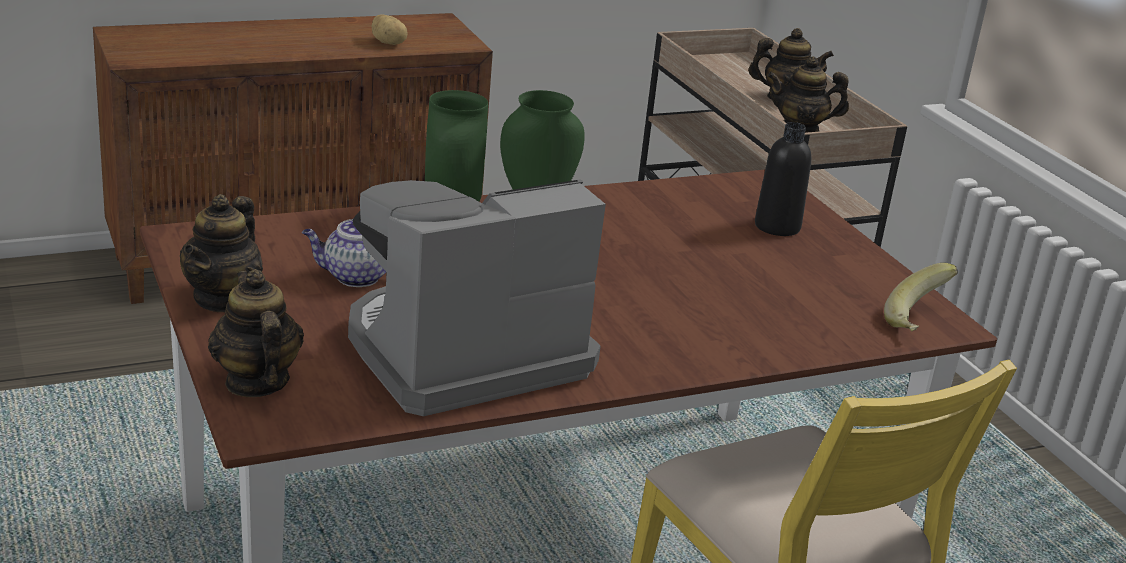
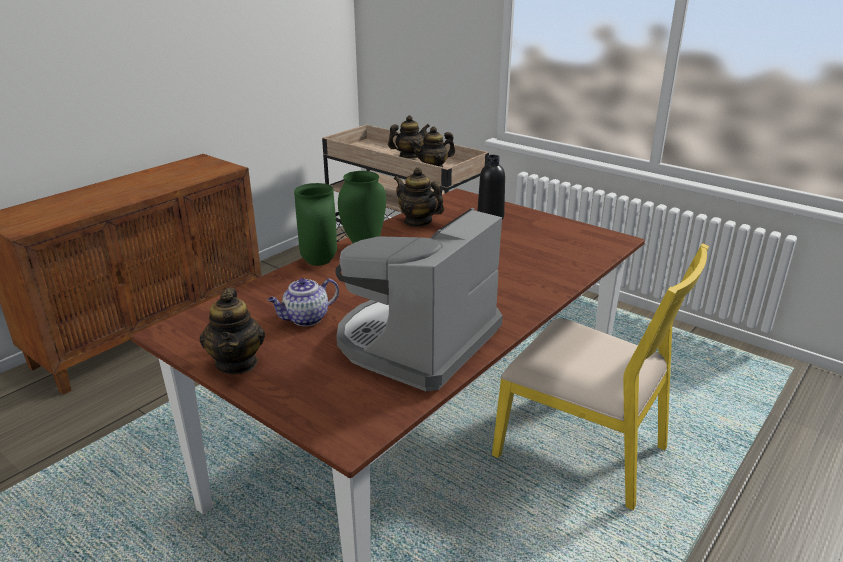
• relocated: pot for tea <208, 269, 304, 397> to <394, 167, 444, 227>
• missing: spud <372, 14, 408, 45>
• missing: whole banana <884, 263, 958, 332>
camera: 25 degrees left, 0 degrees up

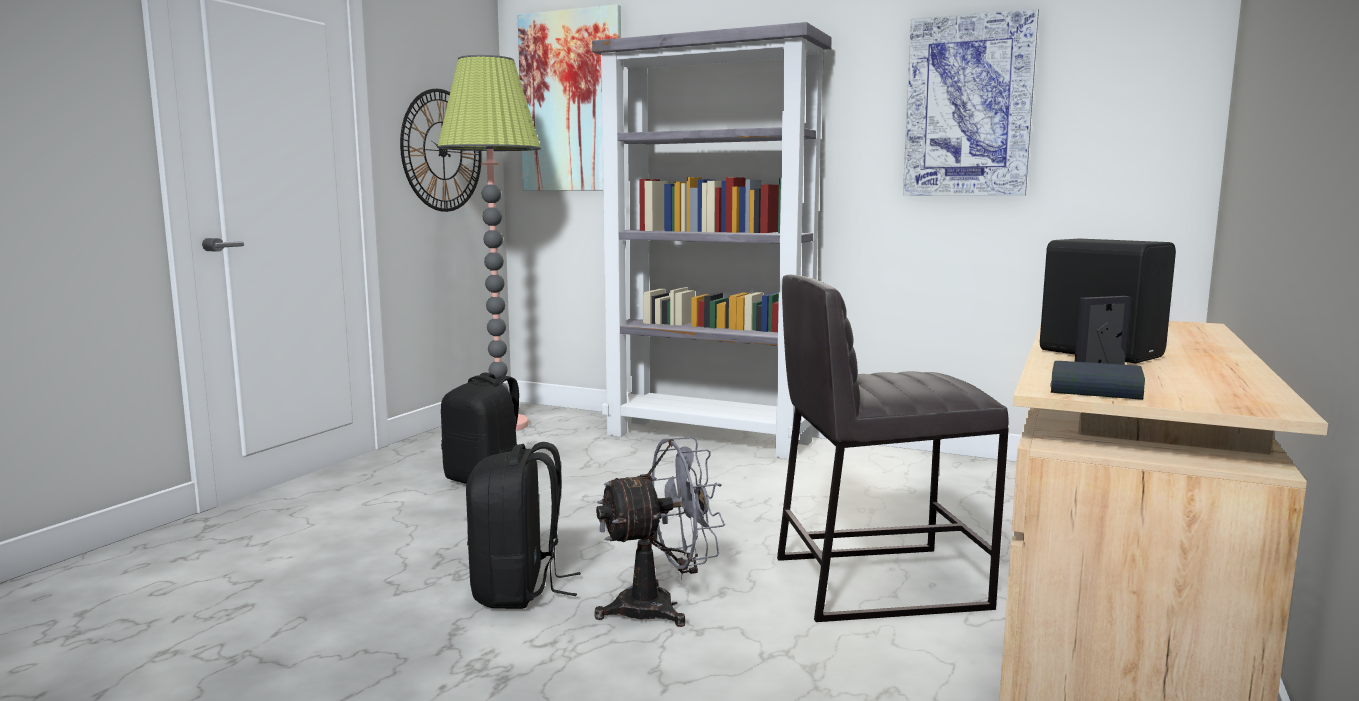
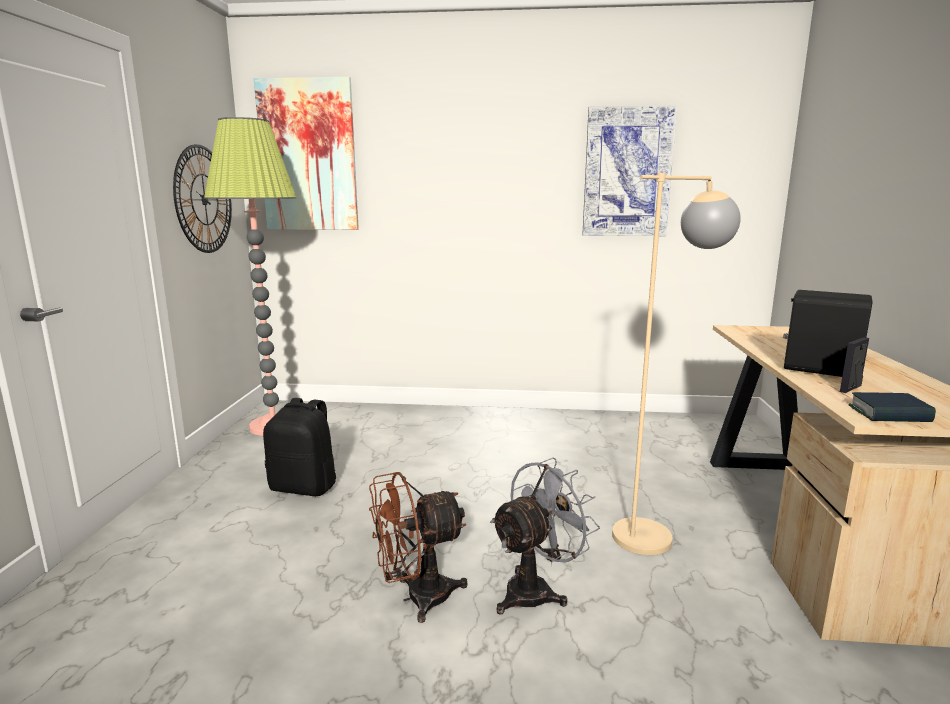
• exchanged: knapsack (blackish) <466, 442, 581, 609> to fan (brownish) <369, 472, 467, 623>
• missing: bookcase (greyish) <592, 22, 832, 459>
• exchanged: sitting stool (greyish) <777, 275, 1009, 622> to floor lamp (sand-coloured) <612, 172, 741, 555>
camera: 20 degrees left, 5 degrees up

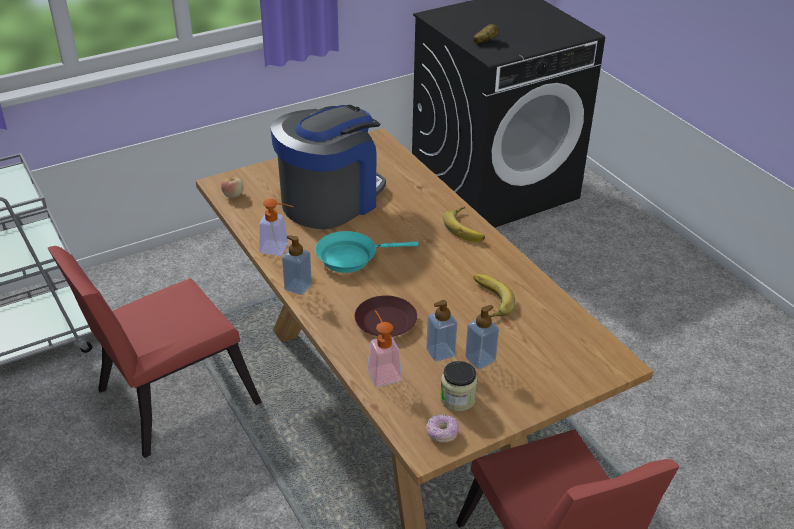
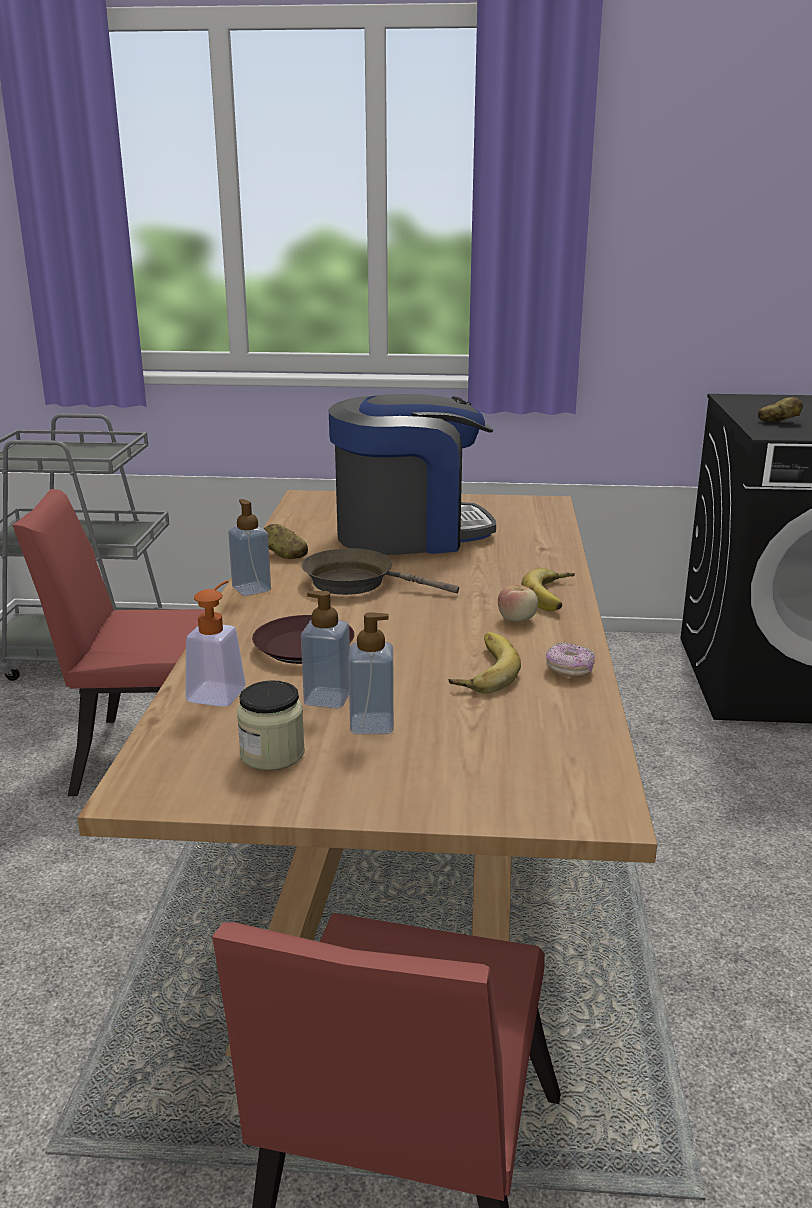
• relocated: whole apple <221, 176, 244, 198> to <498, 585, 538, 622>
• exchanged: soap dispenser <259, 199, 294, 256> to spud <264, 524, 308, 559>
• colour: skillet (blue-green) <315, 231, 419, 273> to skillet (brownish) <301, 548, 459, 595>
• relocated: ring doughnut <426, 415, 459, 443> to <546, 642, 595, 677>
camera: 35 degrees right, 15 degrees down

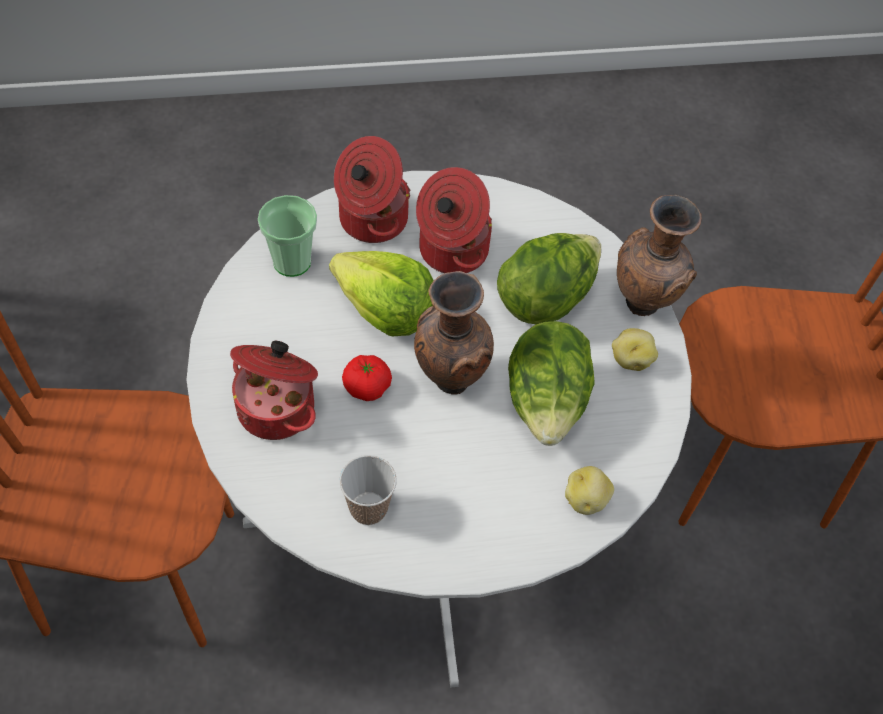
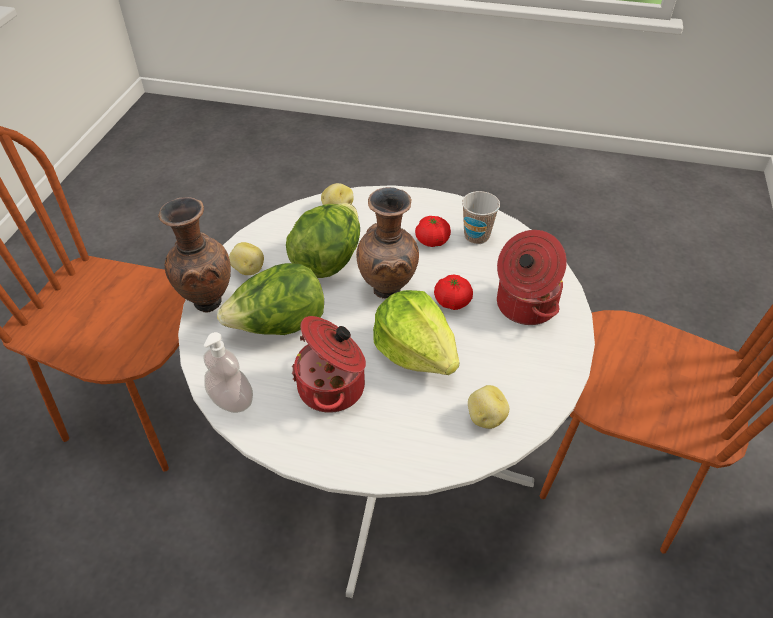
• exchanged: small cup <258, 195, 317, 277> to spud <468, 385, 509, 429>
• missing: saucepot <334, 136, 410, 243>
• appeared: soap dispenser <203, 332, 253, 413>
• appeared: tomato <415, 216, 451, 247>
camera: 155 degrees left, 10 degrees down

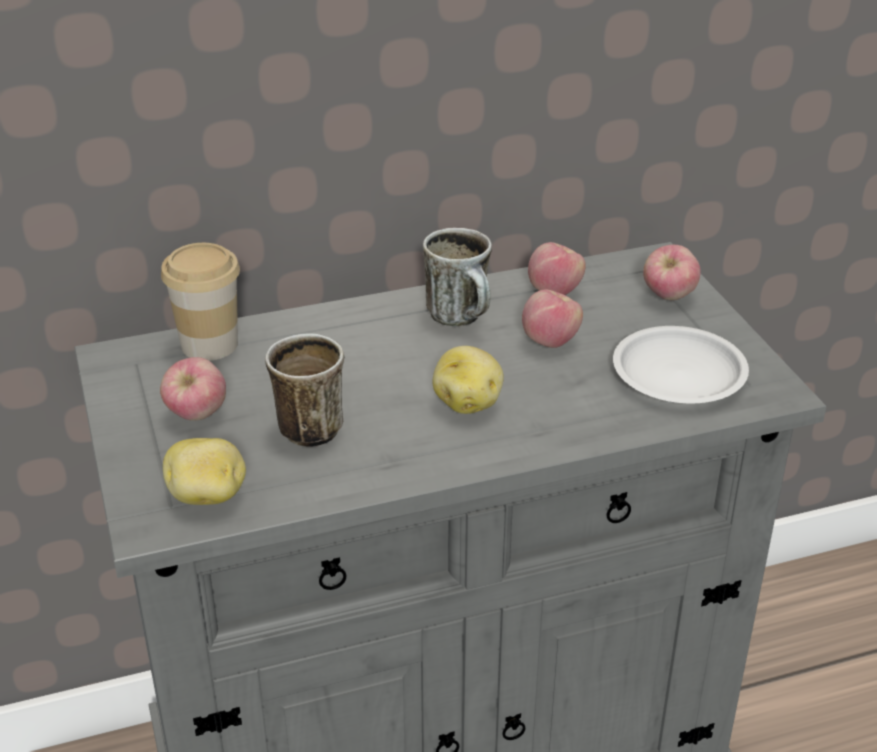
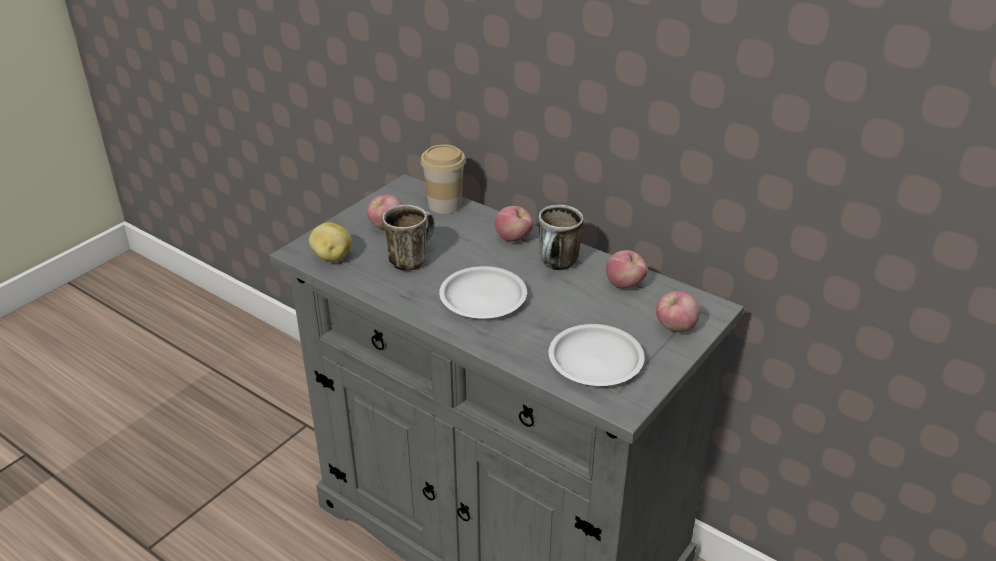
• exchanged: spud <432, 346, 504, 414> to plate (white) <439, 266, 527, 318>
• relocated: whole apple <522, 289, 583, 348> to <495, 206, 533, 242>
camera: 55 degrees right, 0 degrees up

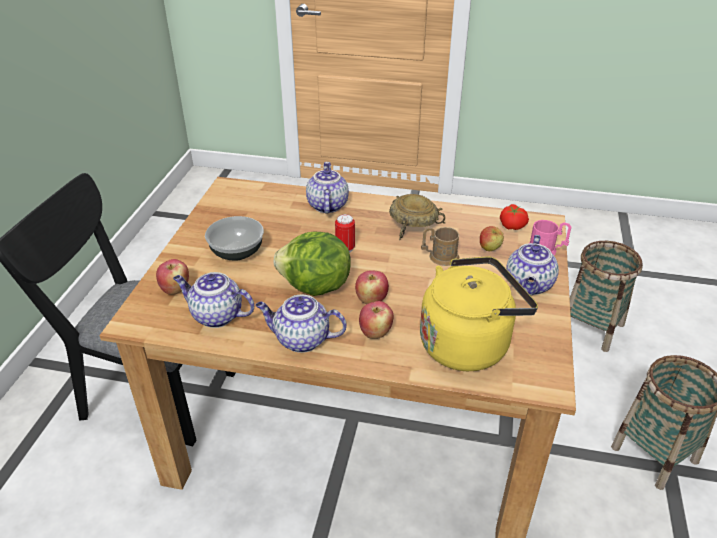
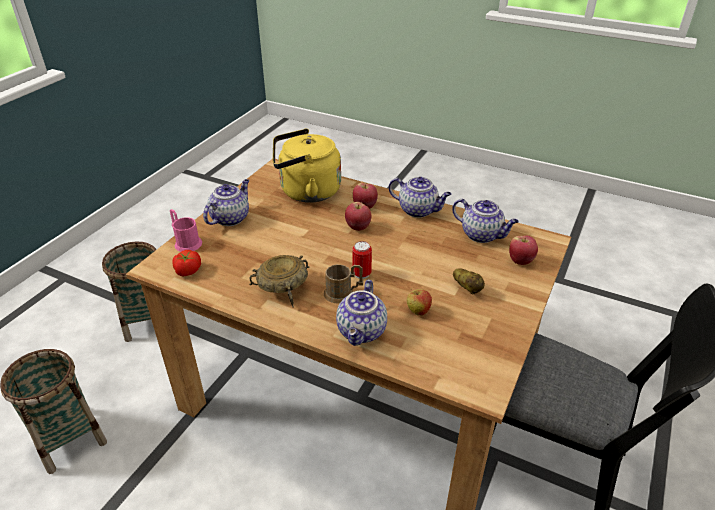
• exchanged: serving bowl <205, 216, 264, 261> to spud <453, 268, 485, 294>
• missing: lettuce head <274, 231, 351, 296>
• relocated: mug (brownish) <421, 227, 459, 266> to <324, 264, 363, 304>
• relocated: whole apple <480, 226, 504, 251> to <407, 288, 432, 316>
camera: 165 degrees left, 0 degrees up

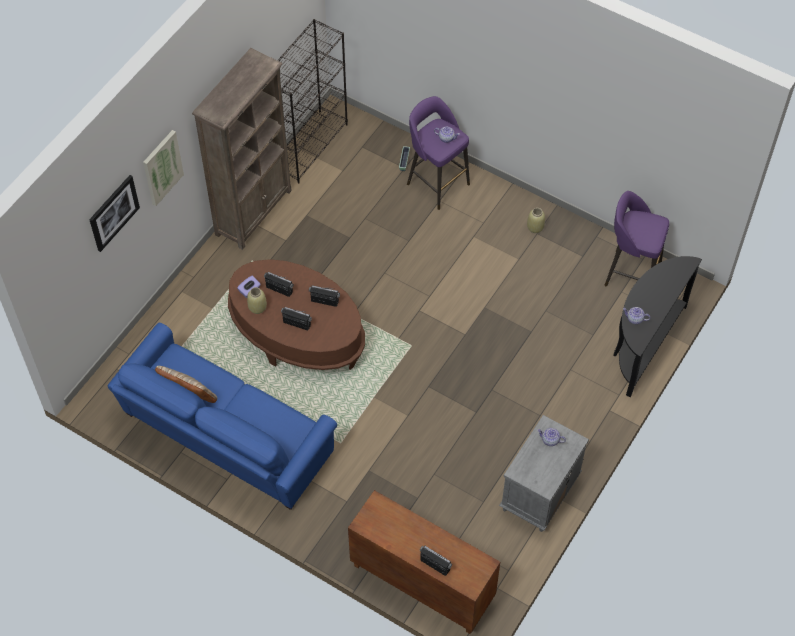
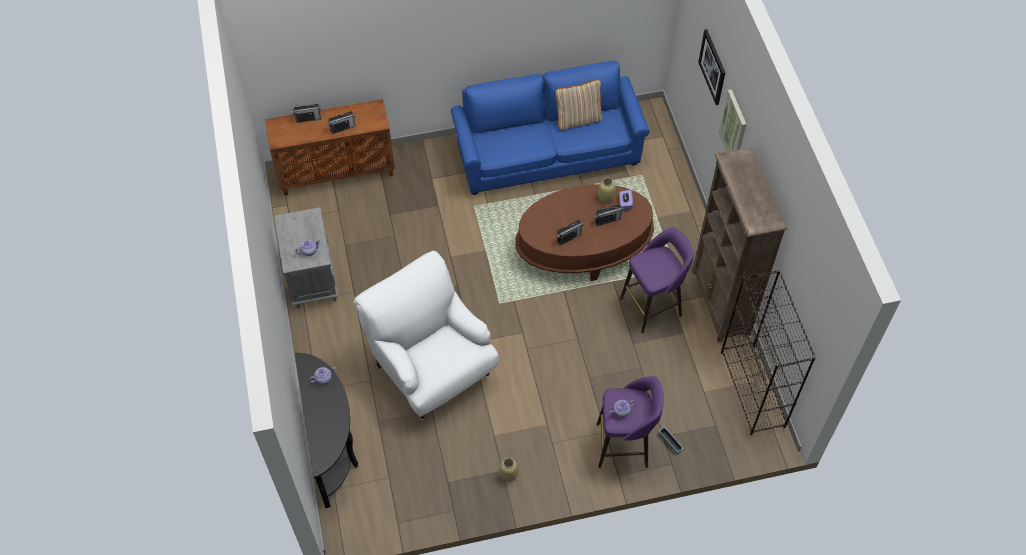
• relocated: radio receiver <281, 307, 312, 331> to <327, 111, 356, 134>
• relocated: sitting stool (purple) <604, 191, 669, 287> to <620, 227, 693, 333>
• appeared: lounge chair (white) <353, 251, 499, 420>
camera: 135 degrees right, 0 degrees up

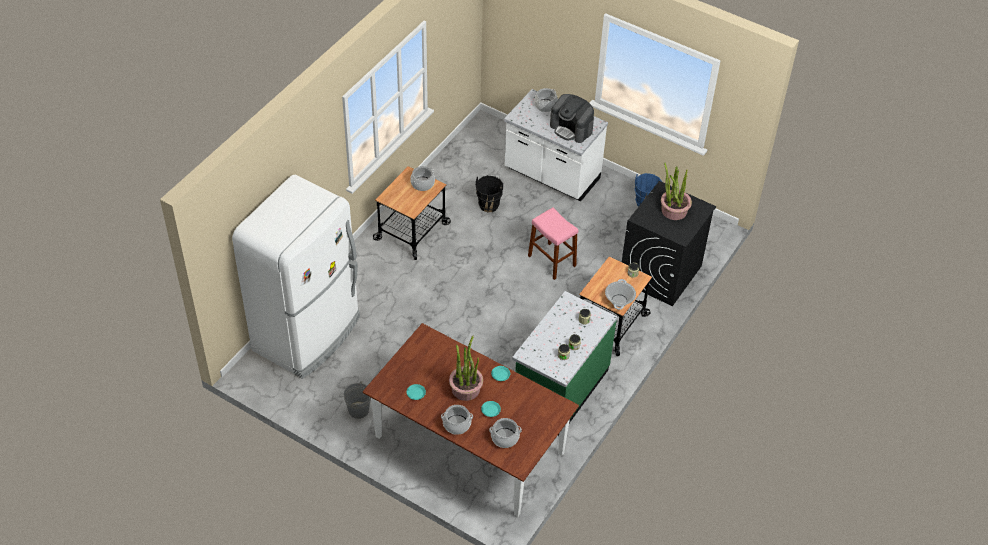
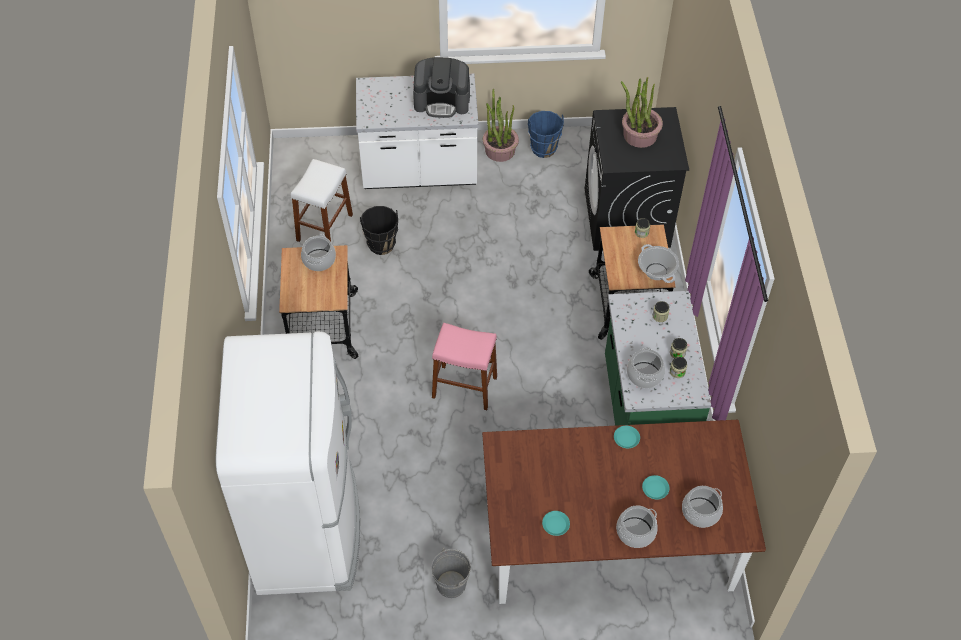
• relocated: houseplant <449, 336, 483, 401> to <483, 89, 519, 162>
• relocated: sitting stool (pink-coloured) <528, 208, 578, 280> to <432, 323, 497, 410>
• relocated: saucepot <534, 88, 558, 112> to <627, 347, 665, 388>
• appeared: sitting stool (white) <291, 159, 353, 242>
camera: 35 degrees left, 5 degrees up

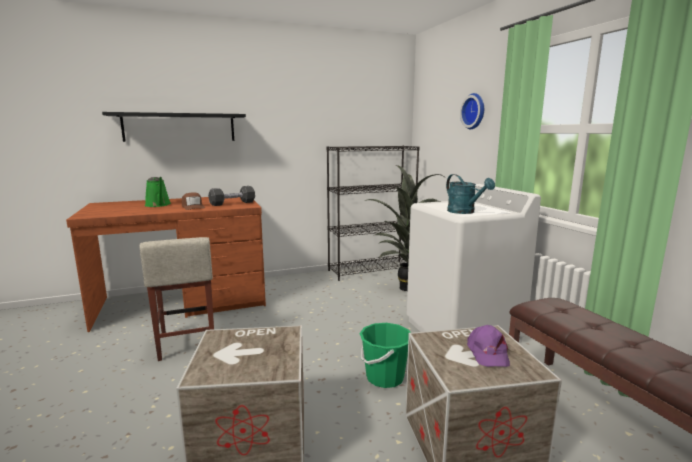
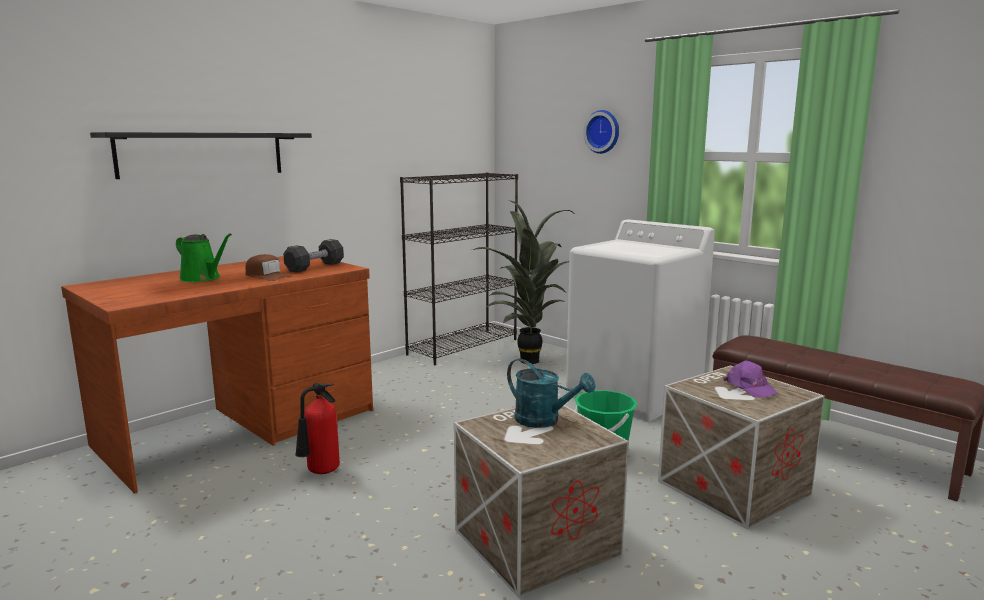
• exchanged: sitting stool (sand-coloured) <140, 237, 214, 361> to extinguisher <295, 383, 340, 474>
• relocated: watering can (blue-green) <446, 174, 495, 214> to <507, 359, 596, 428>
camera: 25 degrees left, 0 degrees up

